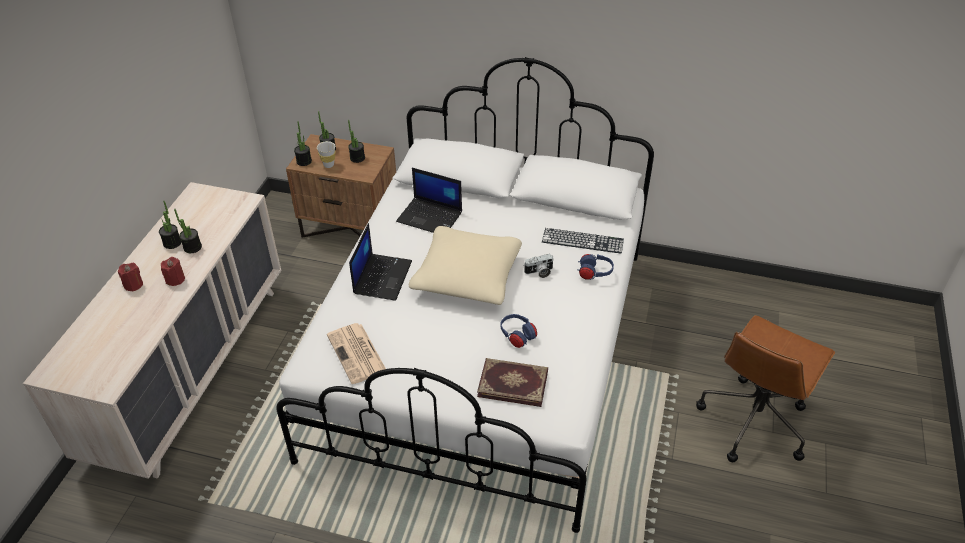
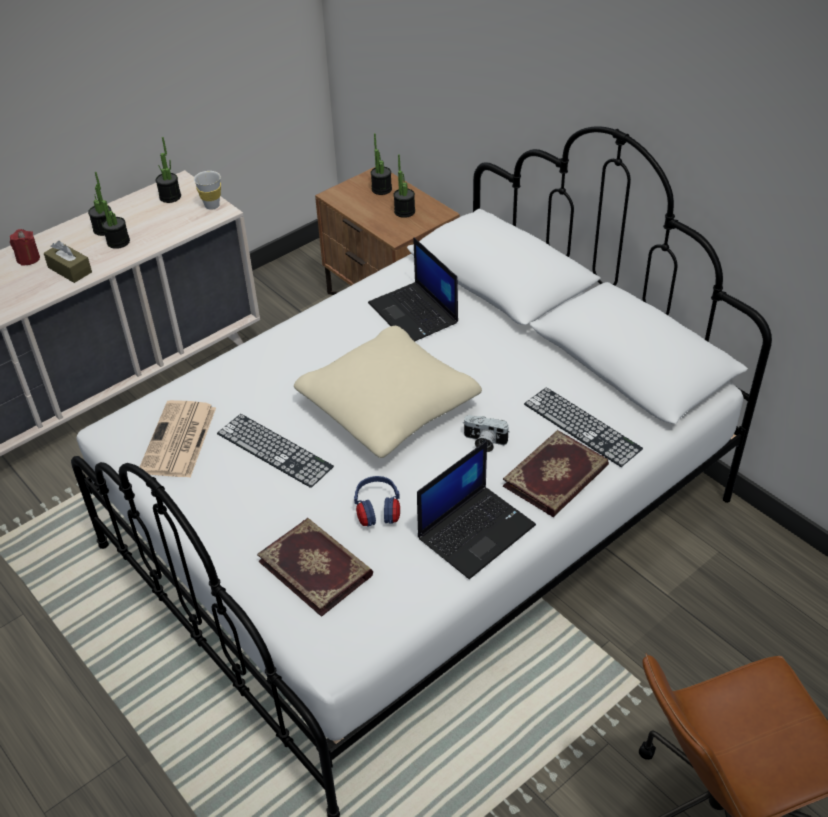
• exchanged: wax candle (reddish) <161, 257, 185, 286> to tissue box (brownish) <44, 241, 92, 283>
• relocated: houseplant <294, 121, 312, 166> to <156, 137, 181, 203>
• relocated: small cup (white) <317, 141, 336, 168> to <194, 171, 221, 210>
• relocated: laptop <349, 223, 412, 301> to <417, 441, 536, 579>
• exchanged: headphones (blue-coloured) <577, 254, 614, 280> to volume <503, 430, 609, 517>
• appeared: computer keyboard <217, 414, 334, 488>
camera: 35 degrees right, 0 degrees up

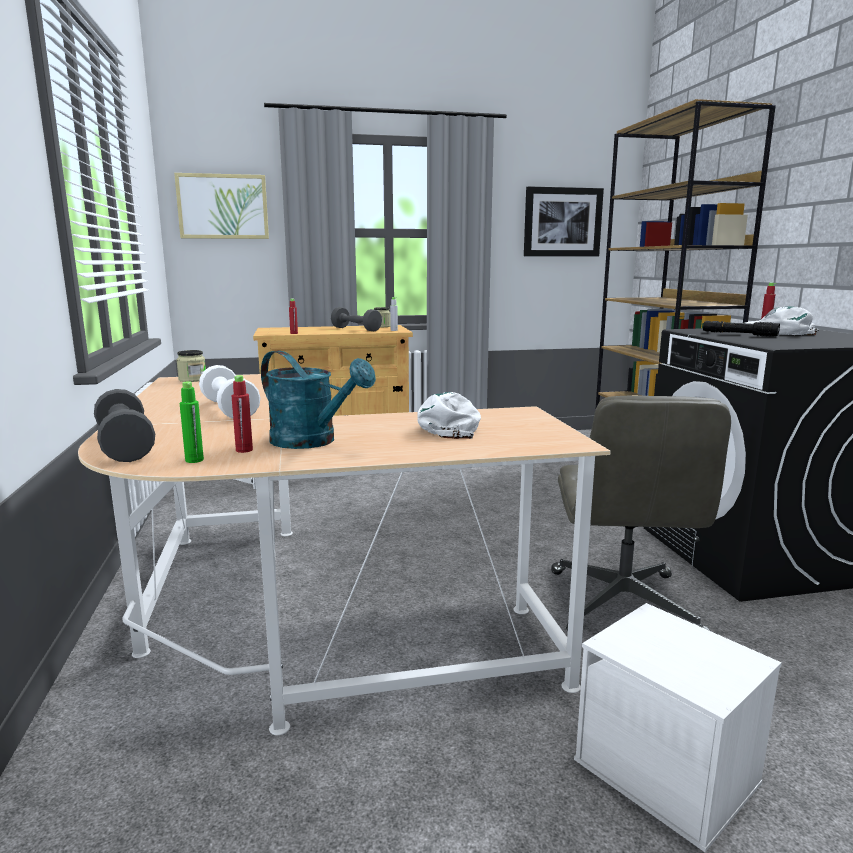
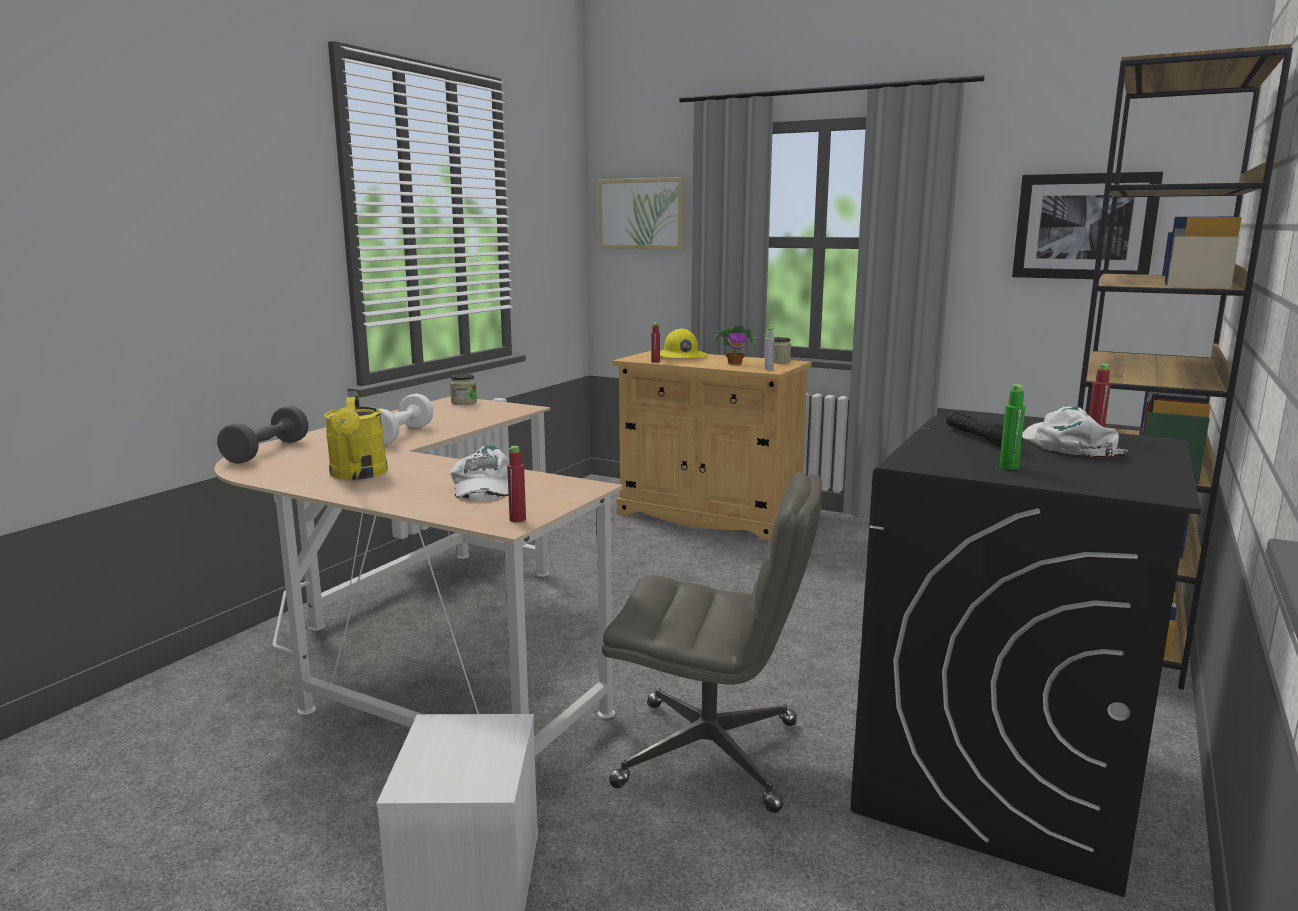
• relocated: bottle (greenish) <179, 381, 204, 463> to <999, 384, 1025, 470>
• relocated: bottle (reddish) <232, 375, 253, 453> to <507, 446, 526, 522>
• colour: watering can (blue-green) <261, 350, 376, 449> to watering can (yellowish) <324, 391, 388, 480>
• exchanged: dumbbell (greyish) <331, 307, 382, 331> to houseplant <714, 325, 758, 364>
• spun: baseball cap (white) <417, 392, 481, 439> = <450, 444, 510, 501> 120 degrees clockwise
• spun: office chair (greyish) <551, 395, 731, 632> = <602, 472, 822, 813> 120 degrees counterclockwise
• appeared: safety helmet (yellowish) <660, 328, 707, 358>
camera: 40 degrees right, 0 degrees up

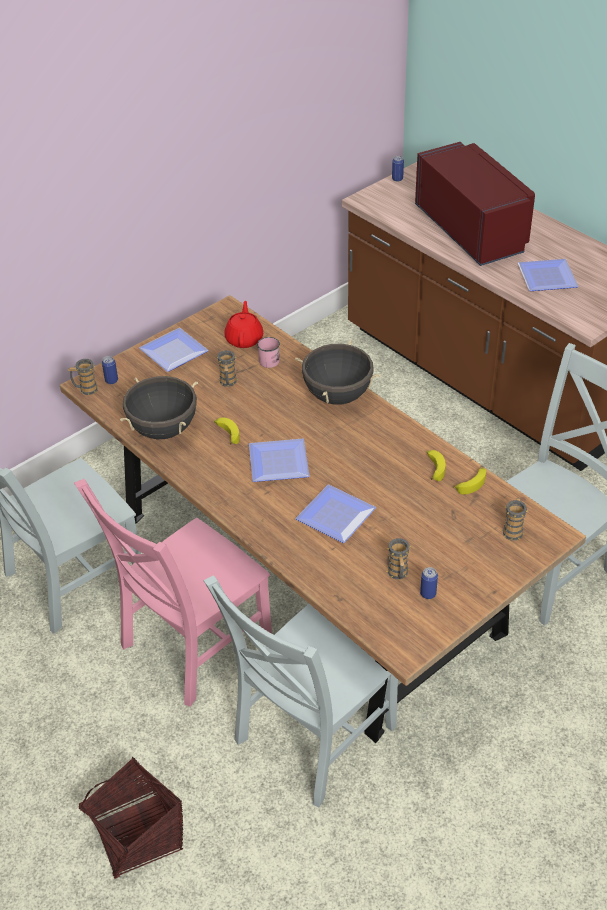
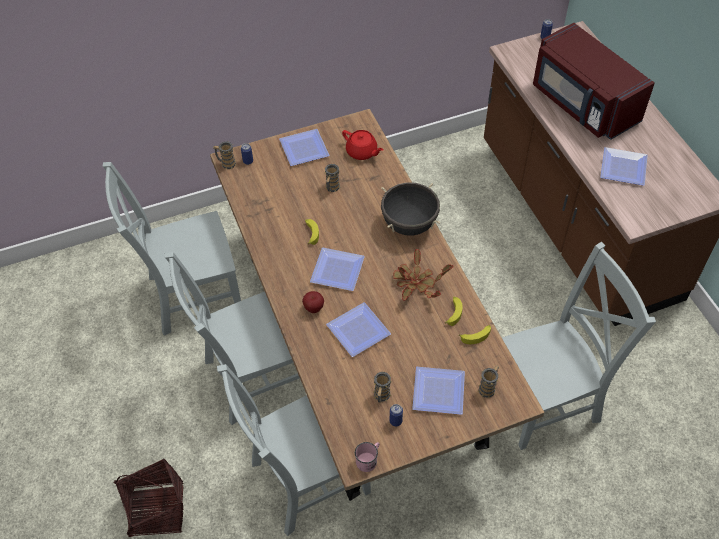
• colour: upright chair (pink-coloured) <74, 479, 272, 707> to upright chair (greyish) <165, 252, 300, 425>
• missing: saucepot (blackish) <120, 376, 198, 439>
• spun: pot for tea (reddish) <224, 301, 263, 348> = <342, 130, 384, 160> 105 degrees clockwise
• relocated: mug (pink-coloured) <257, 337, 280, 368> to <355, 442, 380, 472>
• spun: microwave oven (reddish) <415, 142, 535, 266> = <533, 23, 655, 140> 150 degrees clockwise
• appeared: whole apple <302, 291, 324, 313>
• appeared: houseplant <393, 249, 453, 301>
• appeared: plate <412, 367, 465, 415>
camera: 20 degrees right, 10 degrees up

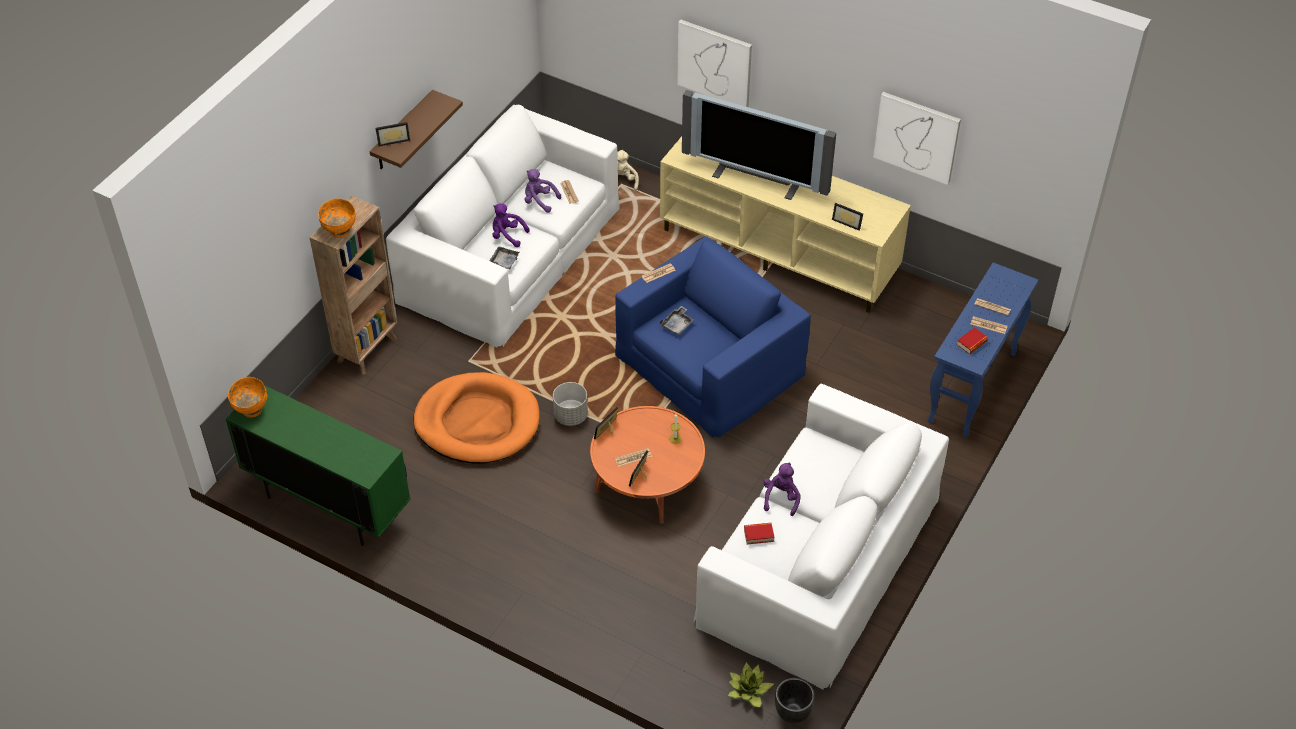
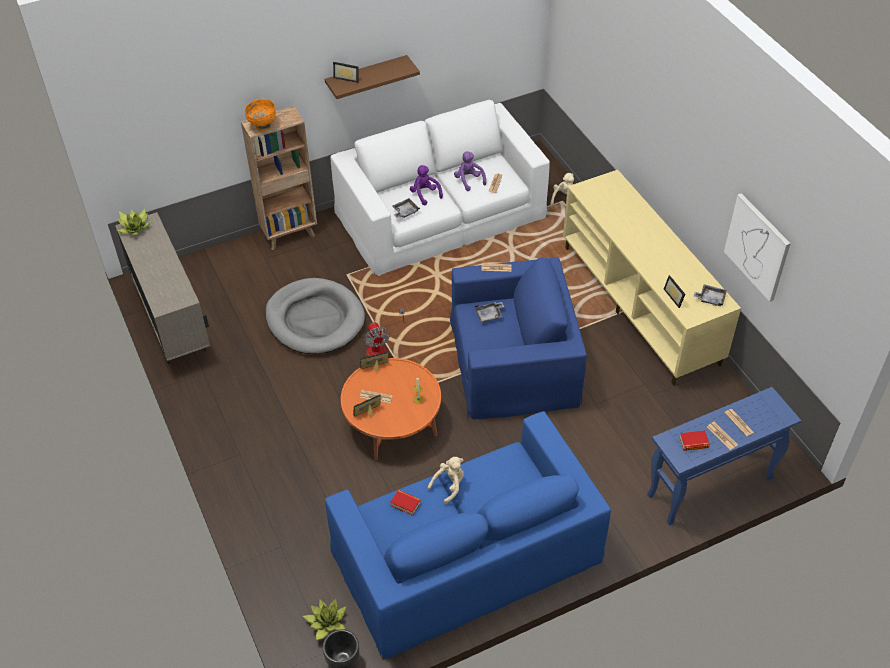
• colour: storage cabinet (greenish) <226, 385, 410, 546> to storage cabinet (sand-coloured) <115, 212, 210, 364>
• exchanged: serving bowl (orangey) <228, 377, 267, 418> to houseplant <117, 209, 151, 236>
• colour: pet bed (orangey) <414, 372, 540, 464> to pet bed (greyish) <265, 278, 365, 354>
• exchanged: planter (greyish) <553, 382, 588, 426> to fan <364, 308, 405, 357>
• missing: picture <677, 20, 752, 107>
• missing: television <682, 90, 836, 200>
• colour: settee (white) <694, 384, 949, 690> to settee (blue-coloured) <325, 411, 611, 659>
• colour: cuddly toy (purple) <763, 462, 801, 516> to cuddly toy (sand-coloured) <428, 457, 464, 504>
• appeared: serving tray (greyish) <693, 284, 727, 306>
camera: 35 degrees right, 0 degrees up

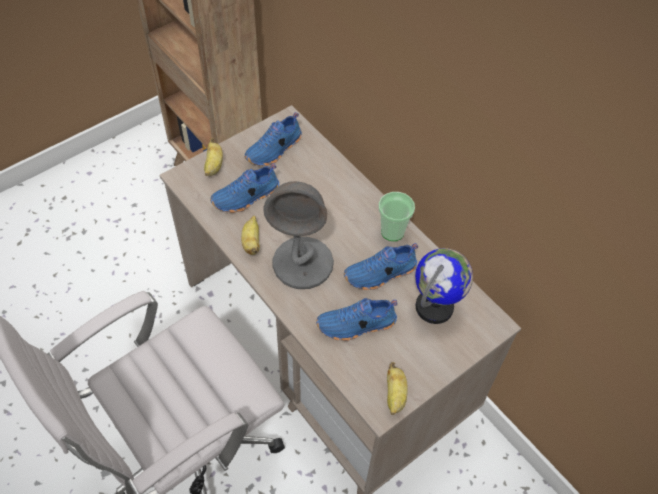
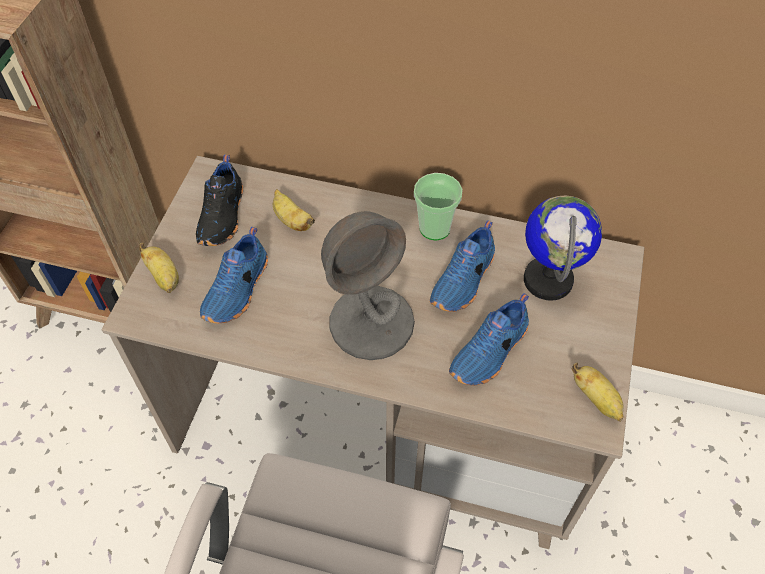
• relocated: whole banana <241, 216, 260, 255> to <273, 189, 315, 231>
• colour: item of footwear (blue-coloured) <245, 112, 302, 166> to item of footwear (blackish) <196, 155, 243, 246>
camera: 35 degrees left, 0 degrees up

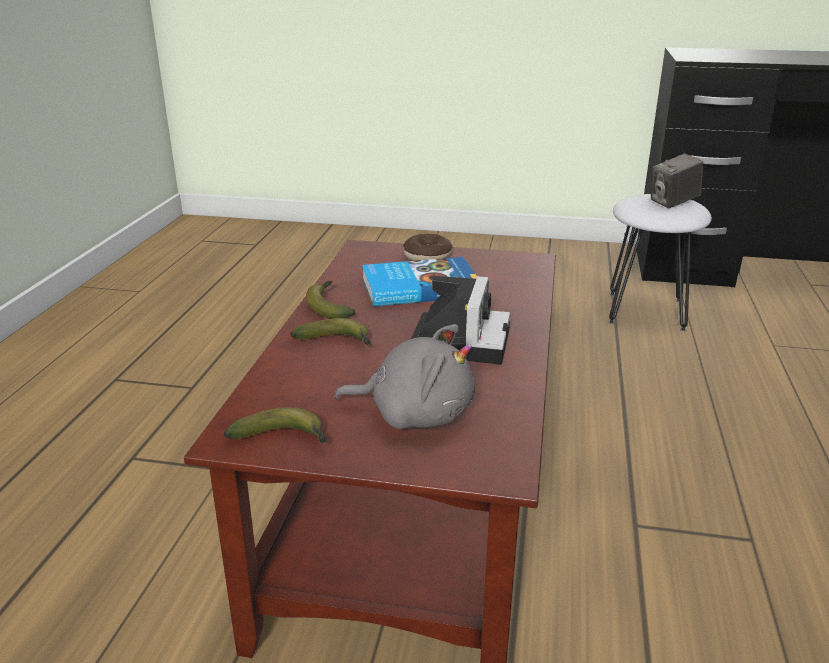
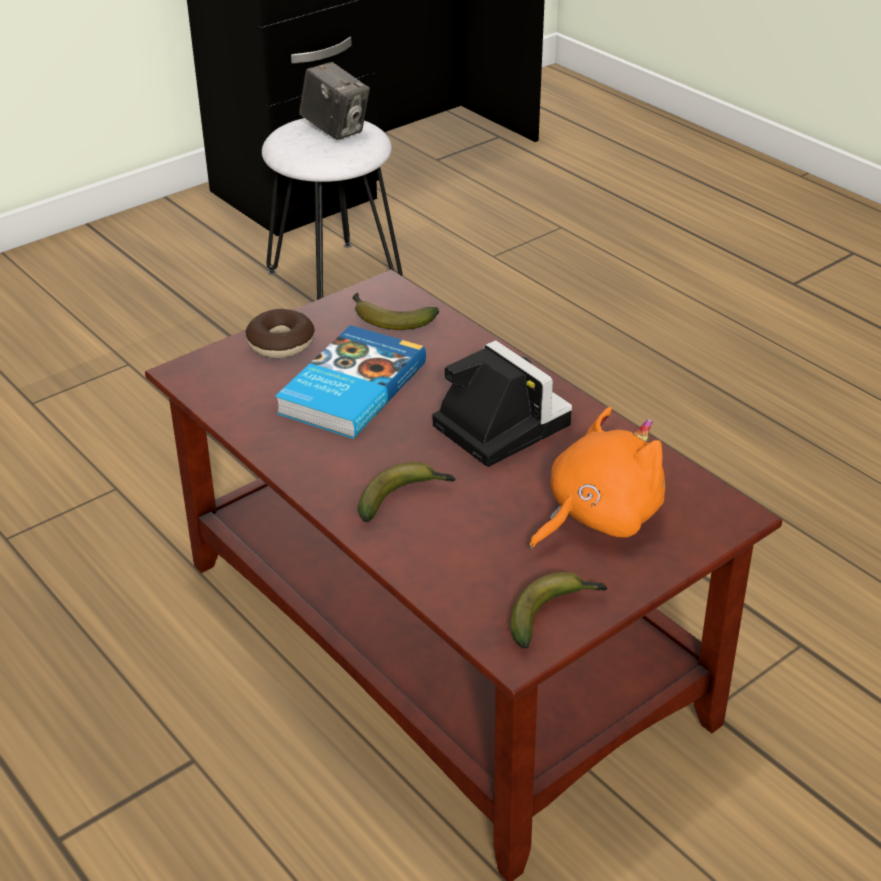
• relocated: whole banana <306, 280, 355, 318> to <352, 293, 439, 330>
• colour: cuddly toy (greyish) <334, 324, 475, 429> to cuddly toy (orangey) <529, 407, 665, 549>
• spun: photo camera <651, 153, 703, 208> = <299, 62, 370, 140> 60 degrees counterclockwise
camera: 50 degrees left, 10 degrees up

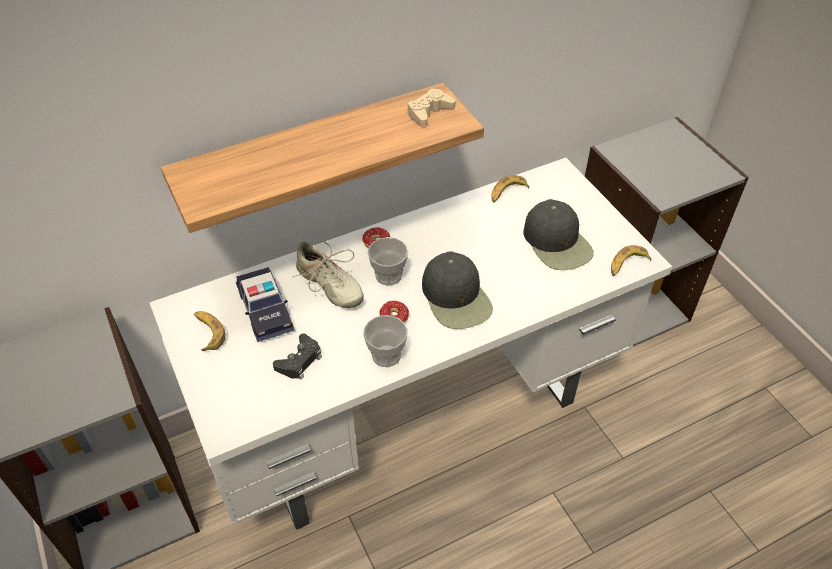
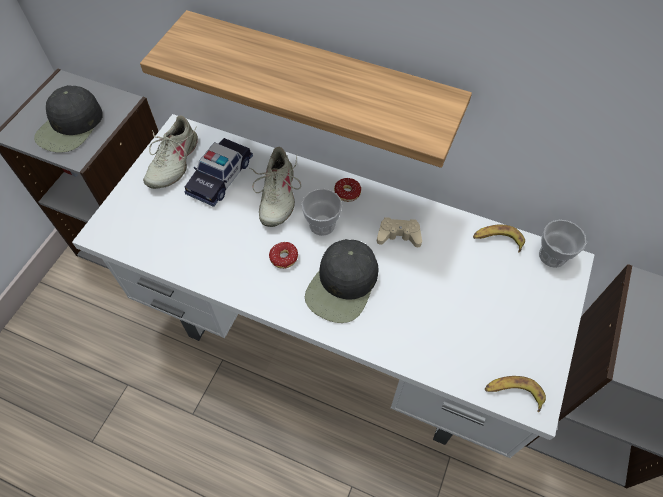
• exchanged: whole banana <194, 311, 225, 351> to item of footwear (sand-coloured) <143, 116, 198, 189>
• missing: joypad (blackish) <273, 333, 322, 379>
• relocated: small cup <363, 315, 408, 367> to <539, 220, 586, 268>
• relocated: joypad (sand-coloured) <407, 89, 456, 126> to <377, 217, 422, 247>
• relocated: baseball cap (blackish) <523, 199, 594, 270> to <34, 85, 103, 153>
camera: 50 degrees right, 10 degrees up

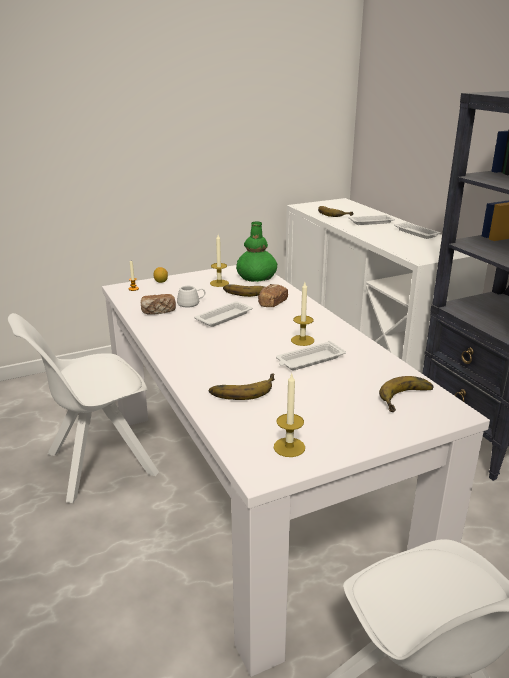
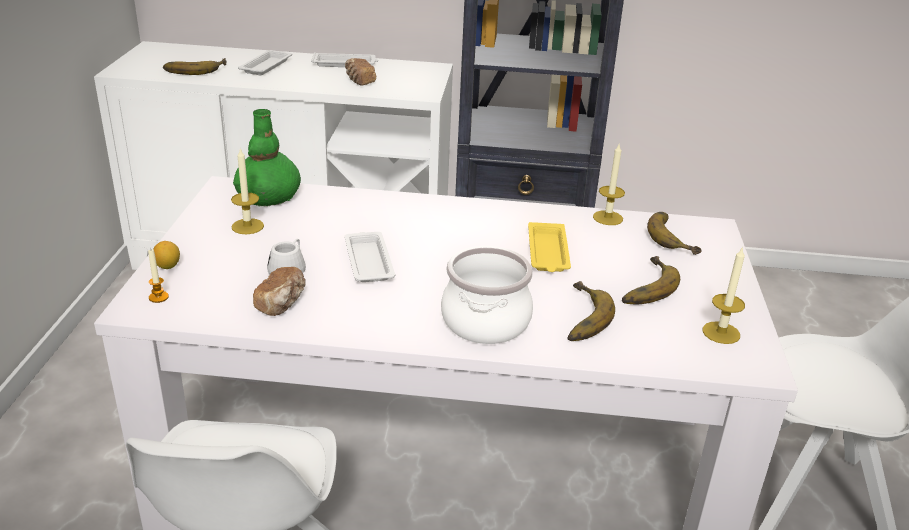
• relocated: whole banana <223, 284, 272, 297> to <622, 256, 680, 305>
• relocated: bakery bread <258, 284, 288, 307> to <345, 58, 376, 86>
• colour: serving tray (white) <276, 341, 346, 371> to serving tray (yellowish) <528, 222, 571, 272>
• relocated: wax candle <291, 282, 314, 346> to <593, 144, 625, 225>
• appeared: saucepot <441, 246, 533, 344>
camera: 60 degrees left, 5 degrees up

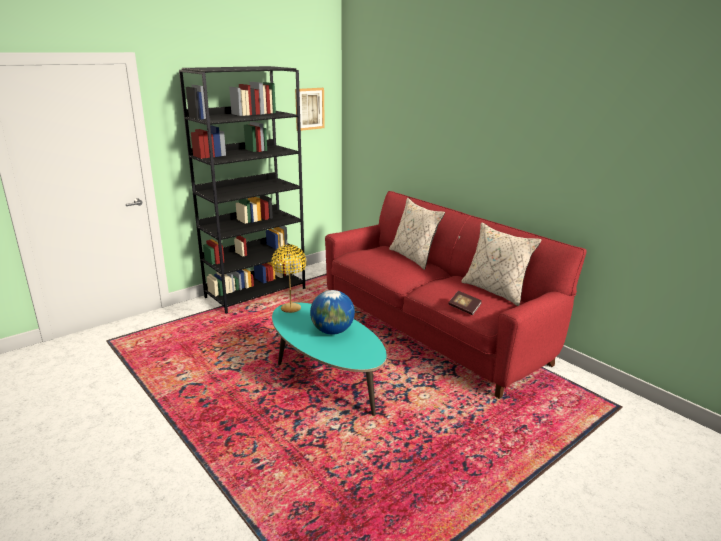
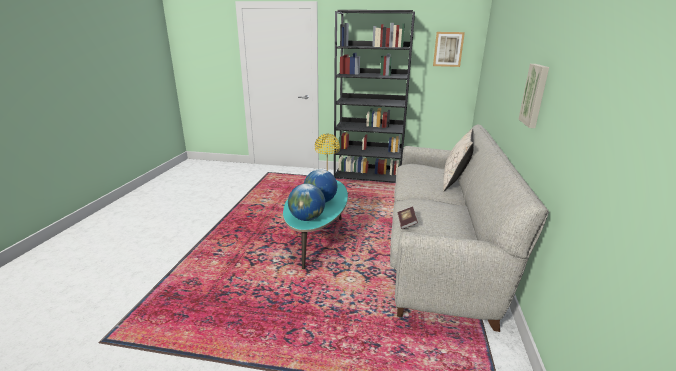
• colour: settee (reddish) <325, 191, 587, 399> to settee (greyish) <390, 124, 549, 332>
• missing: pillow (sand-coloured) <461, 222, 542, 306>
• appeared: world globe <288, 184, 325, 221>
• appeared: picture <519, 64, 549, 128>
camera: 50 degrees right, 0 degrees up

